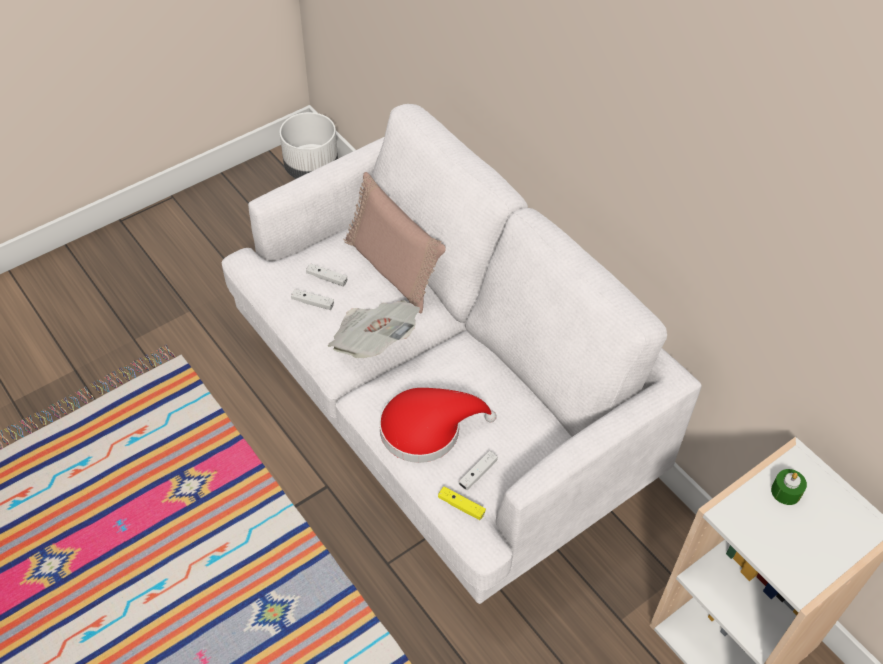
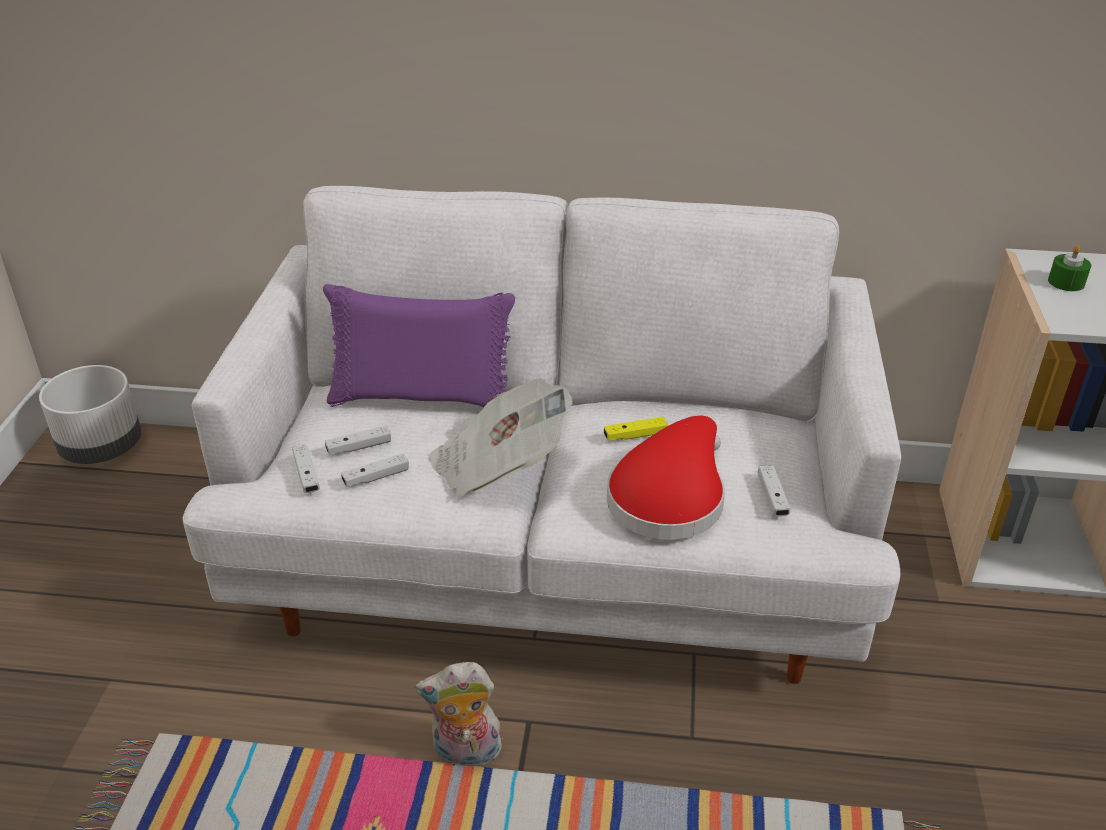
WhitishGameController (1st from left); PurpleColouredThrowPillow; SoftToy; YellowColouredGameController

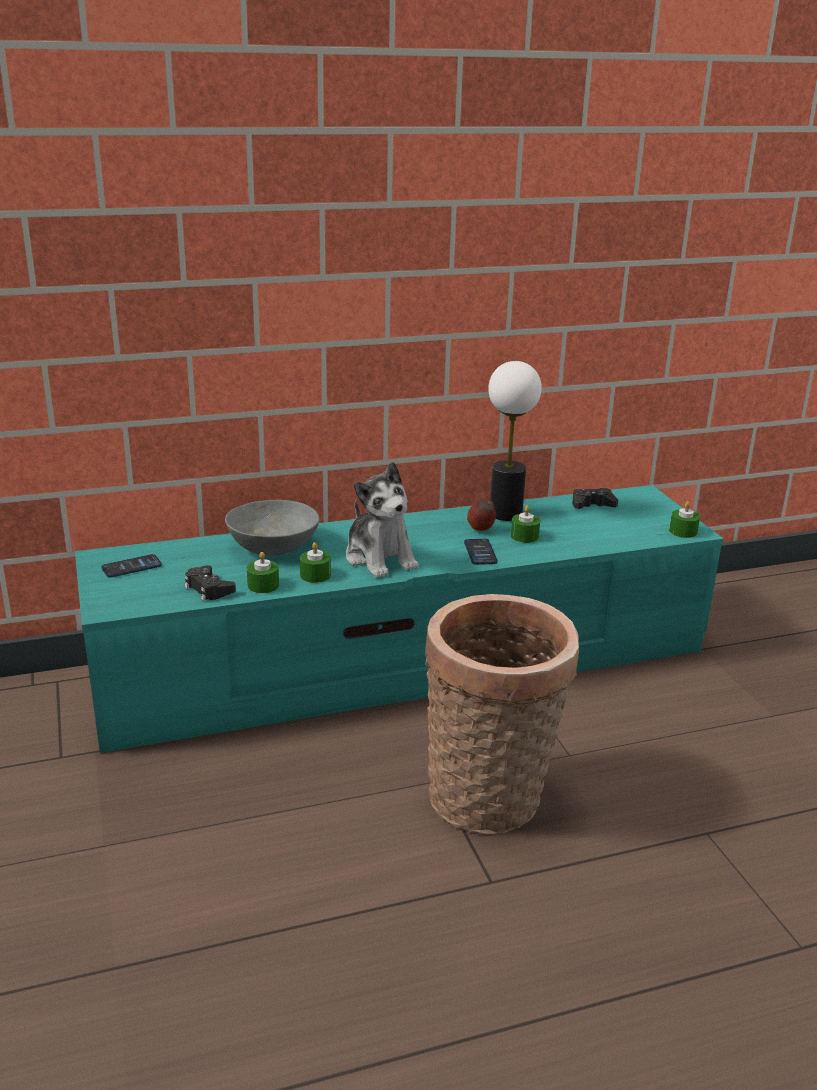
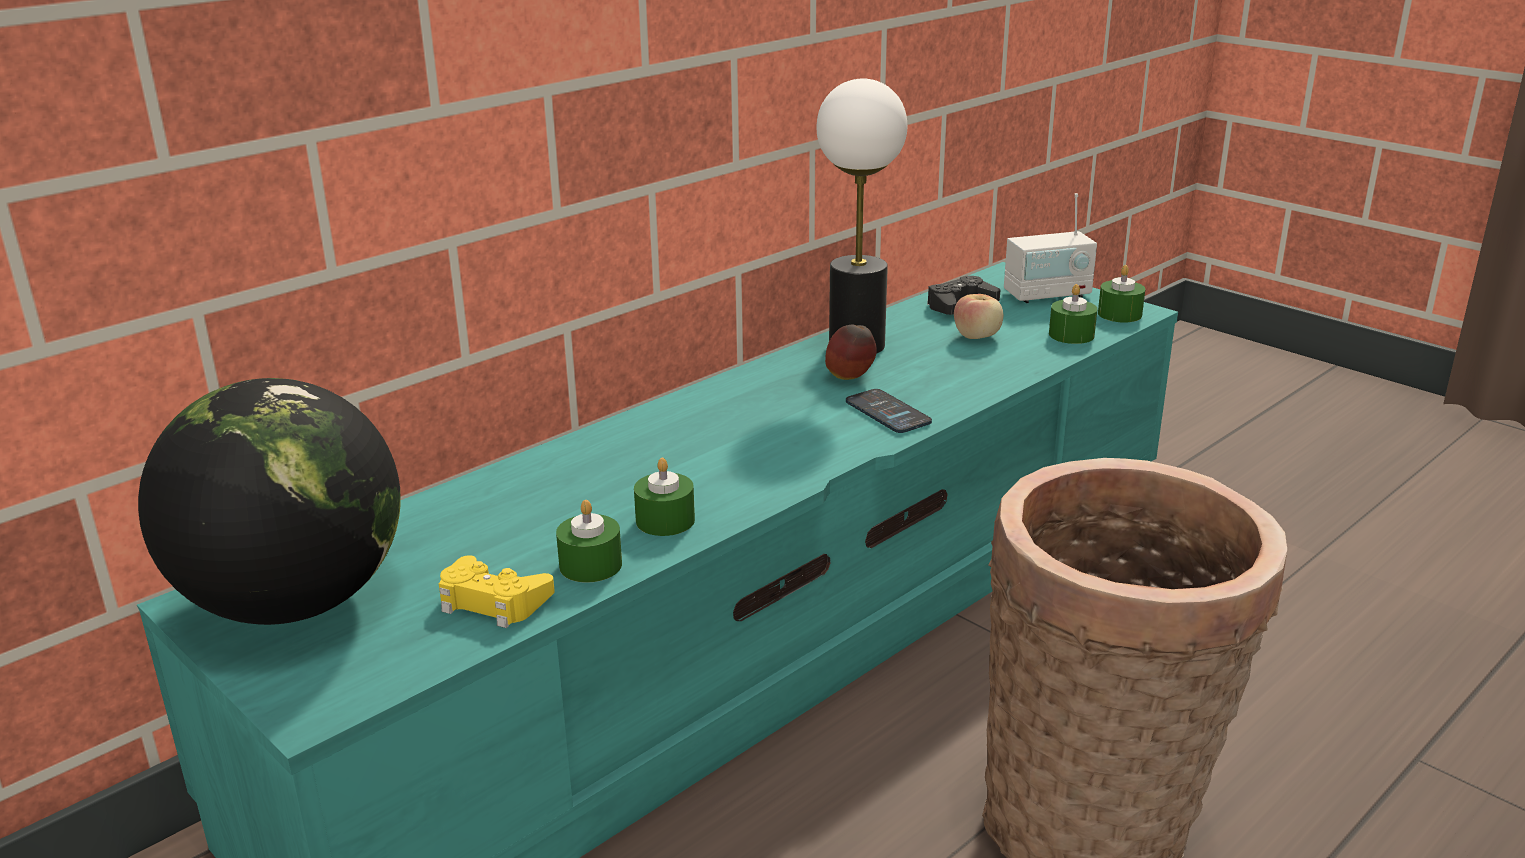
Globe; YellowColouredGameController; AppleFruit (2nd from left); Radio; GreenishWaxLight (3rd from left); GreyBowl; SoftToy

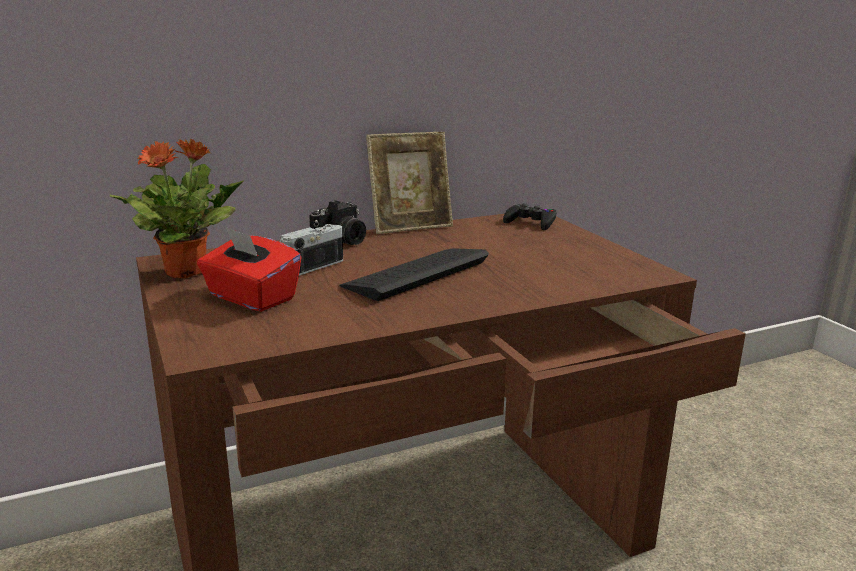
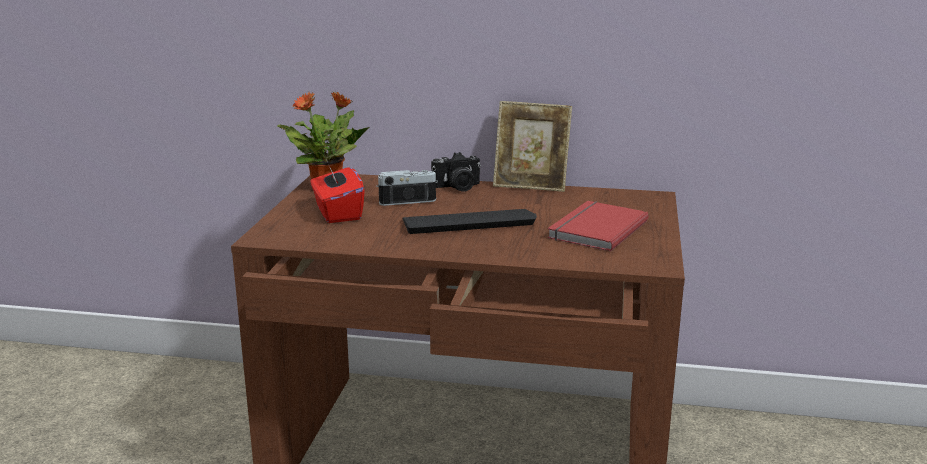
RedVolume; BlackGameController

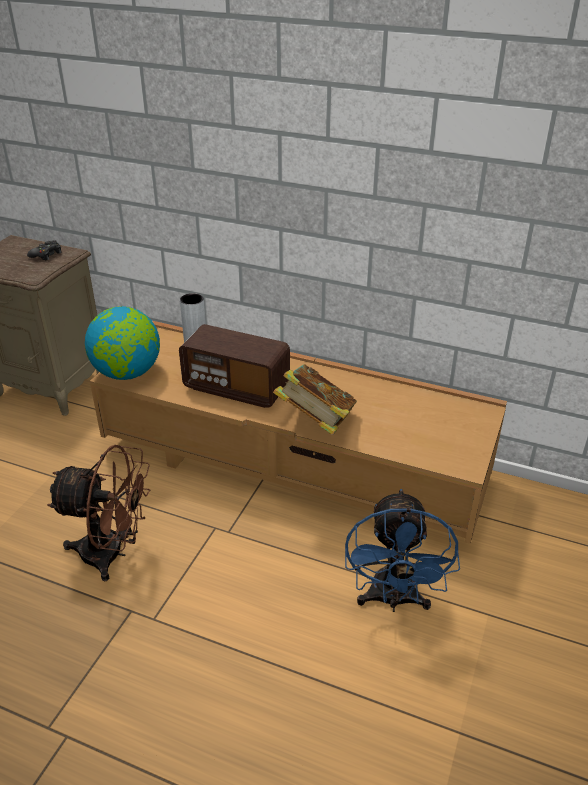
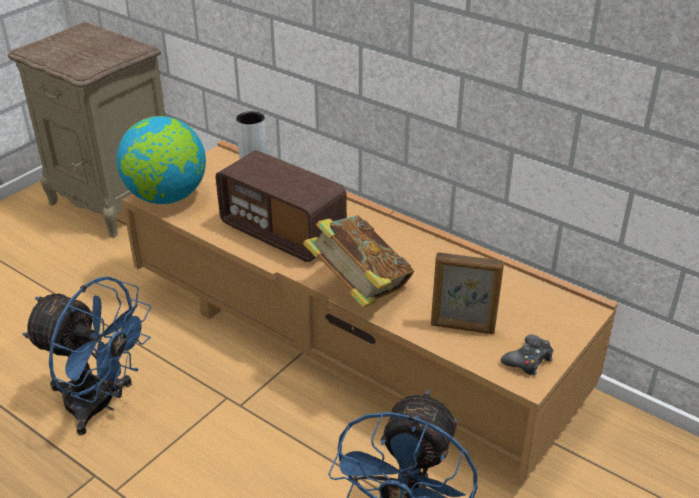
BlueElectricFan (1st from left); PictureFrame; BlackGameController

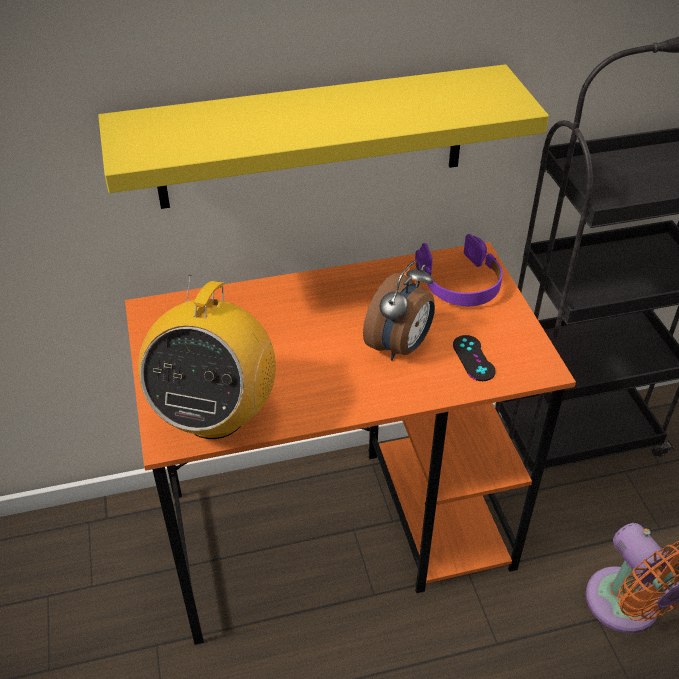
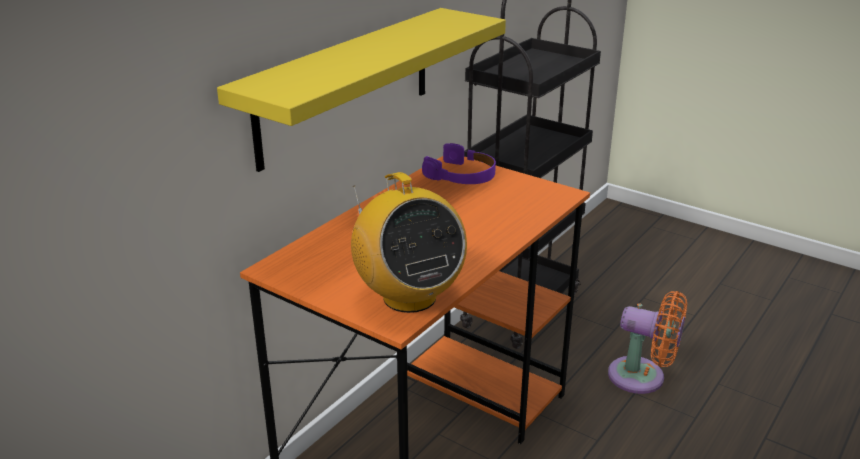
BedsideClock; BlackGameController

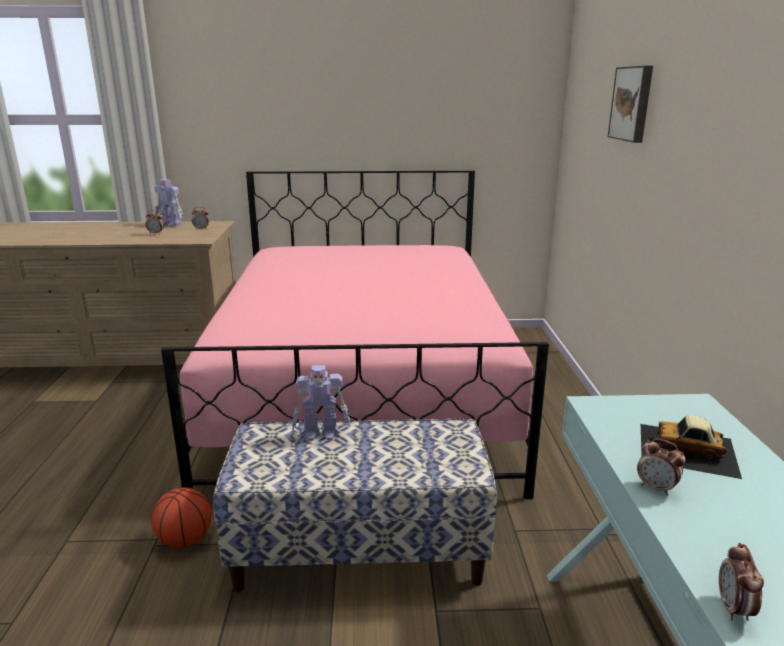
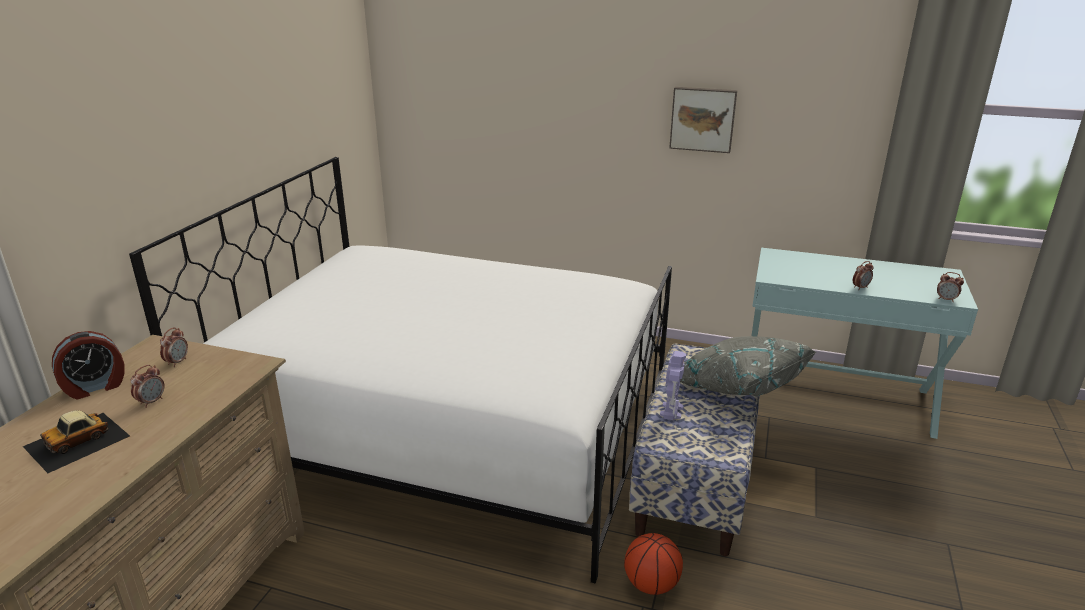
MiniatureCar; BedsideClock (1st from left); WhitishBedroomBed; WallArt; GreyThrowPillow

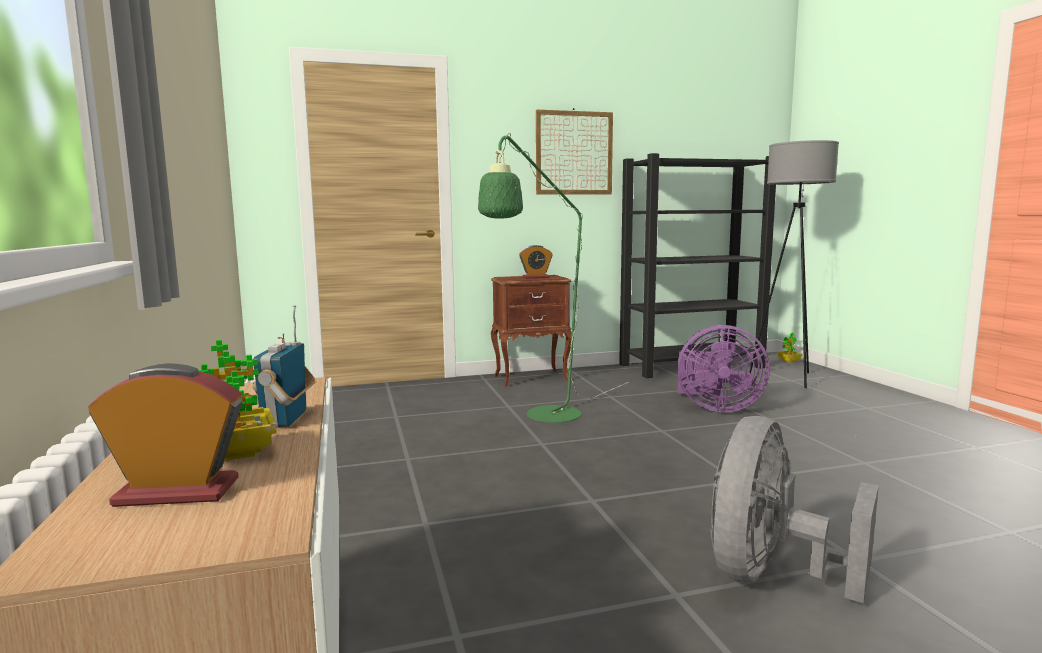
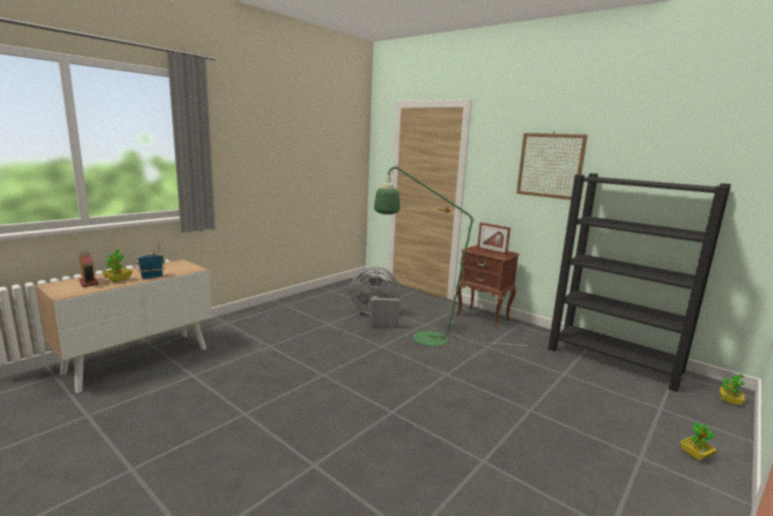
GreyElectricFan; PictureFrame; Houseplant (2nd from left); PurpleColouredElectricFan; GreyFloorLamp

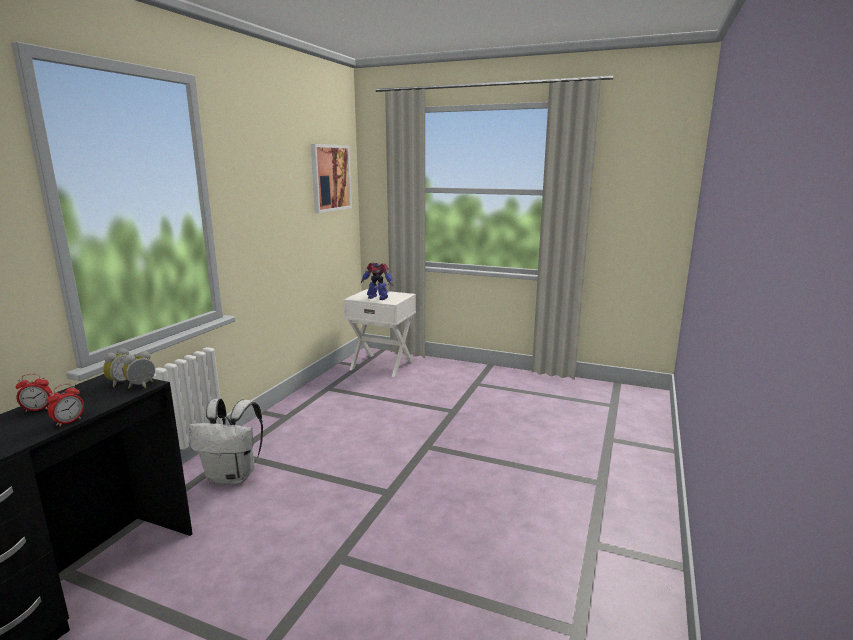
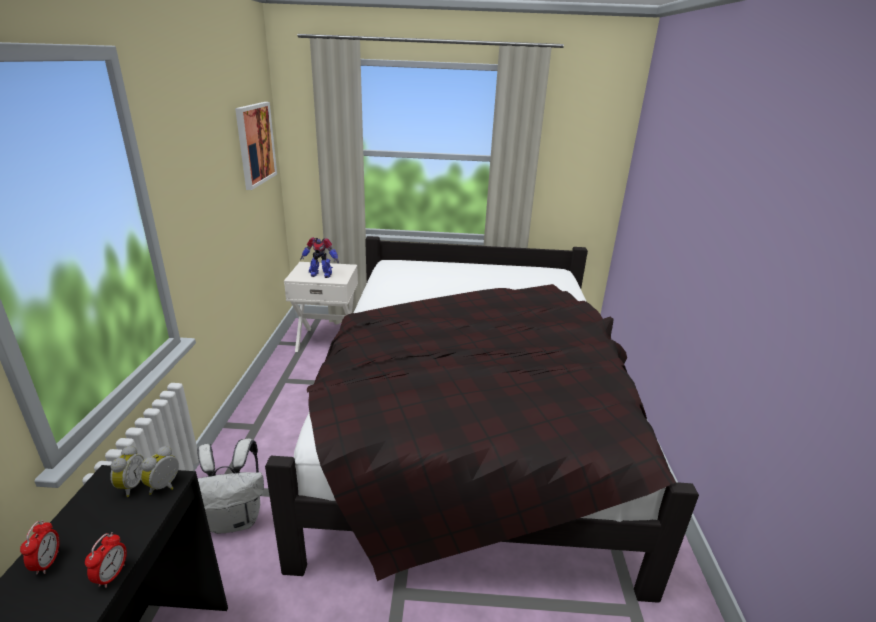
BedsideClock (1st from left); BlackBedroomBed

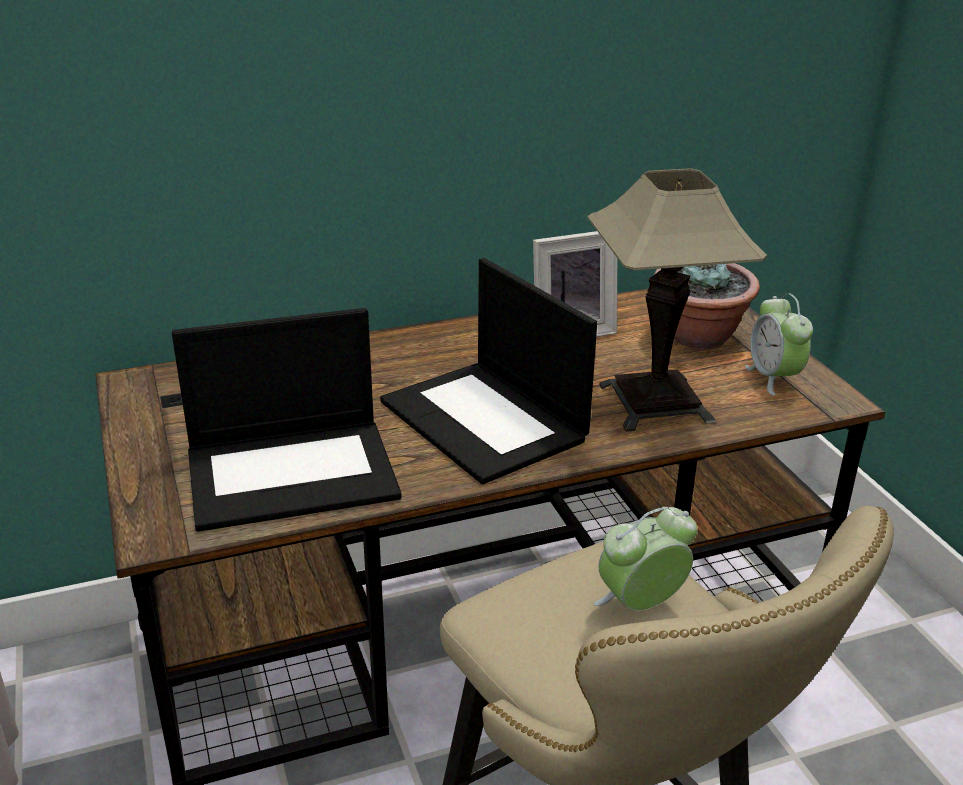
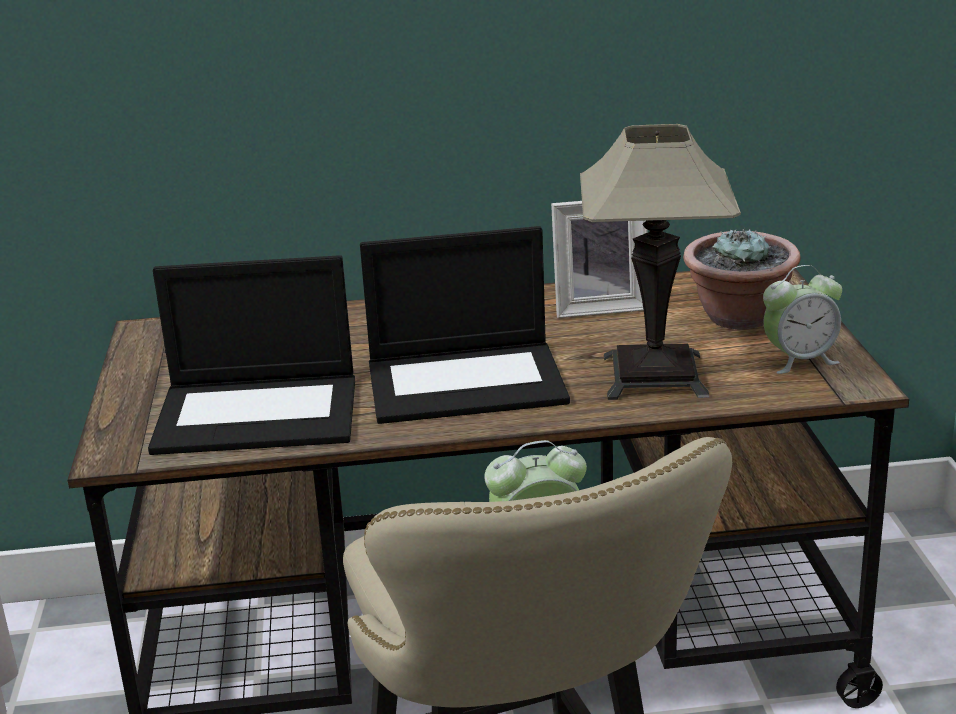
NotebookComputer (2nd from left); BedsideClock (2nd from left)

